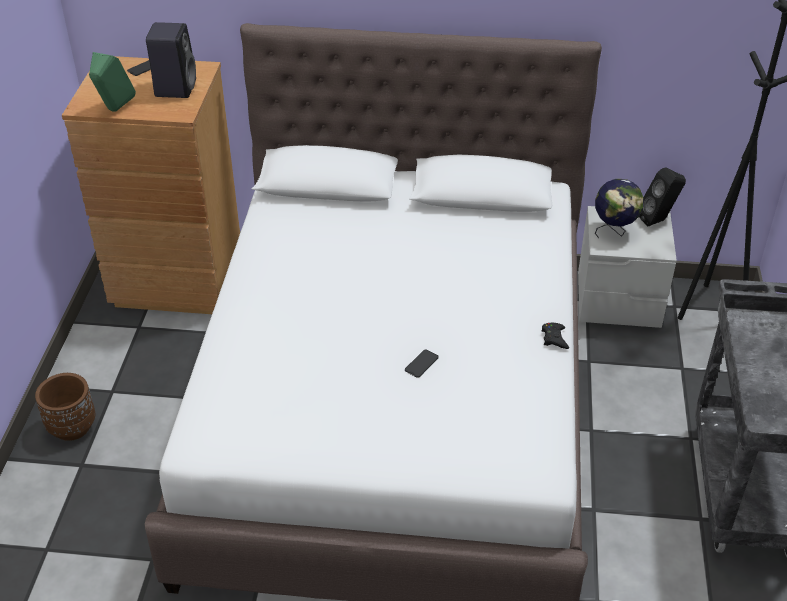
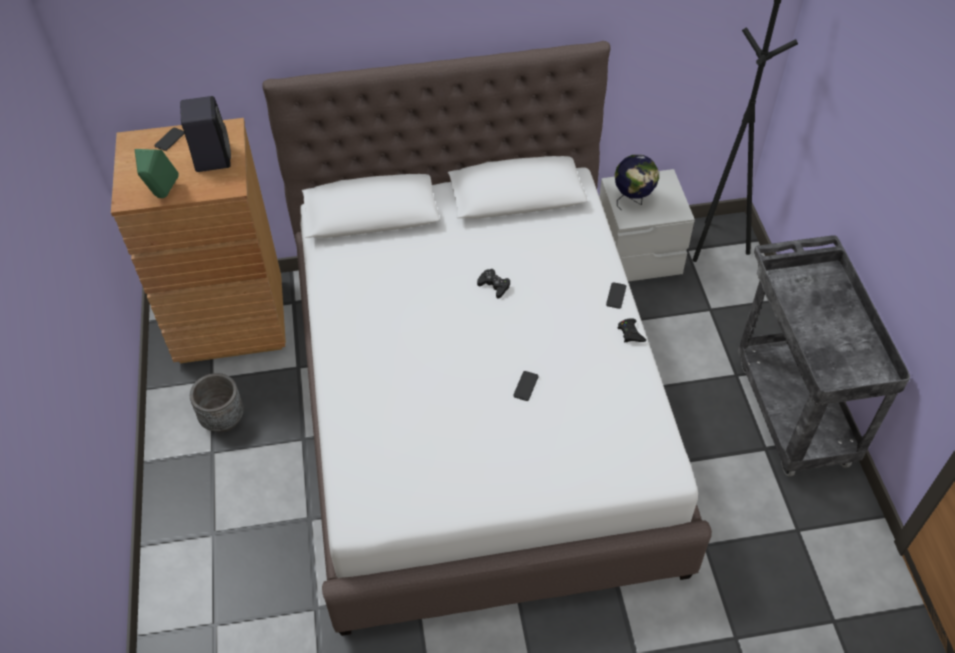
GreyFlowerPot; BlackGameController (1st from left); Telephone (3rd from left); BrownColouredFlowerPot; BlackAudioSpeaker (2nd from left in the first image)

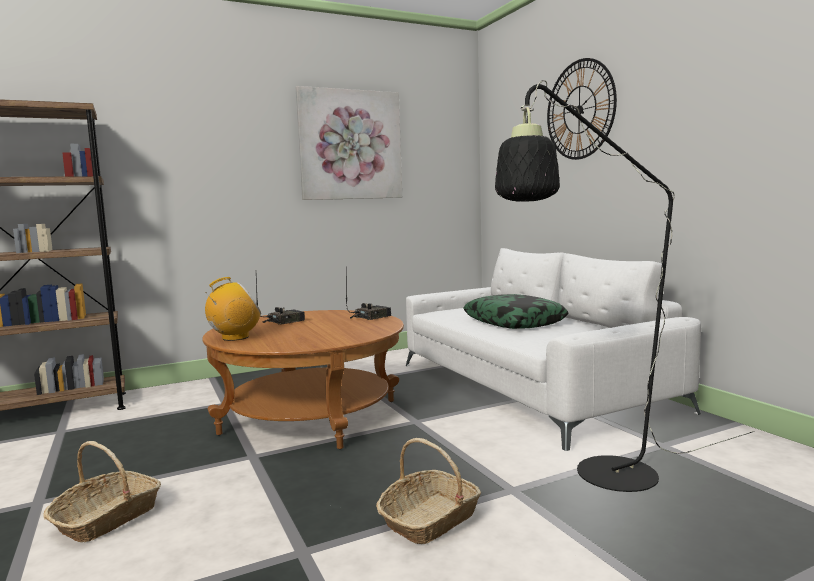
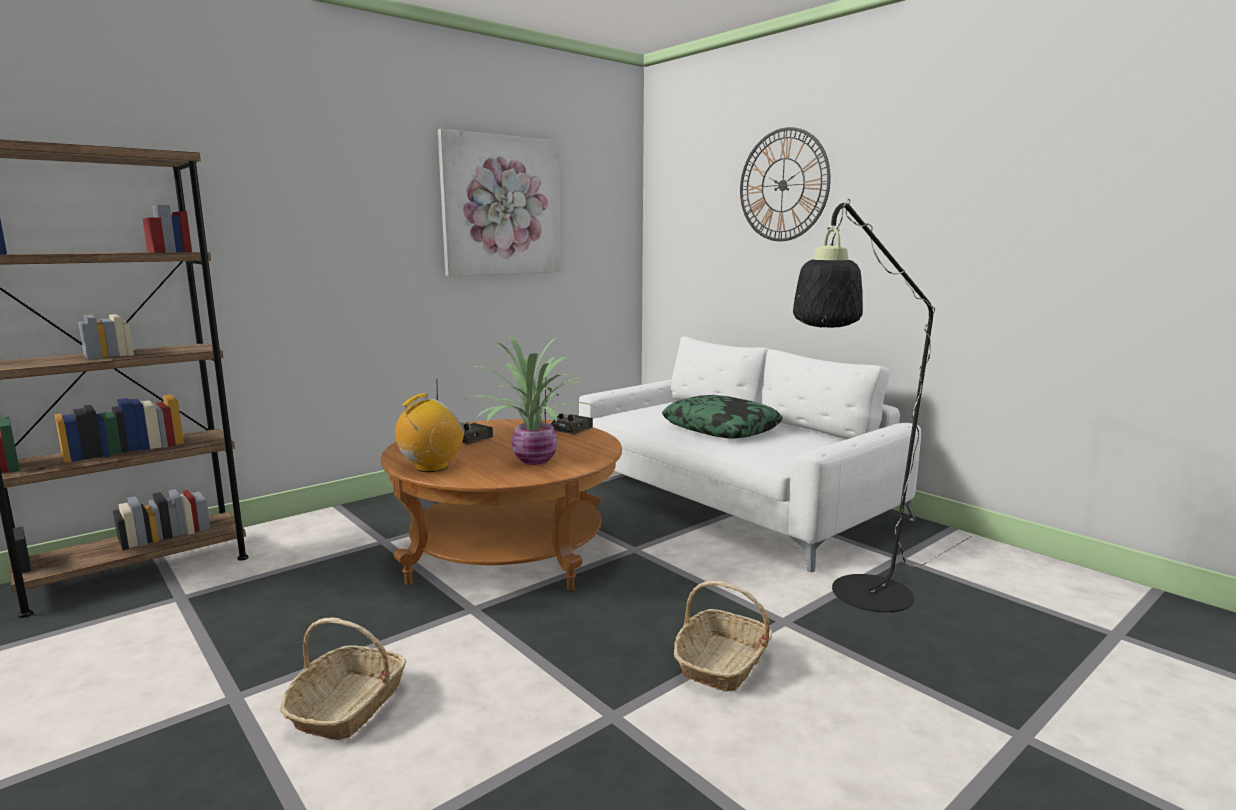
Houseplant

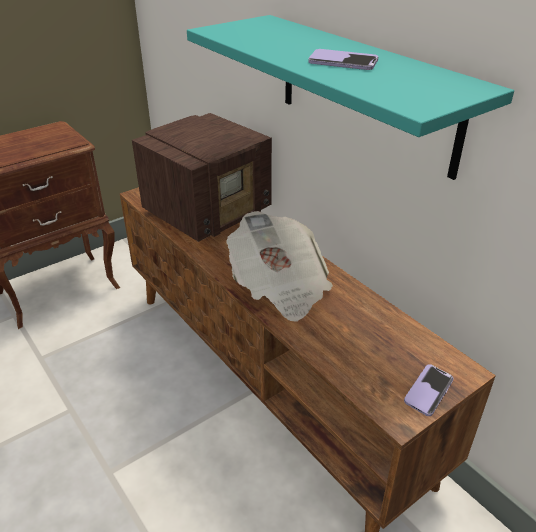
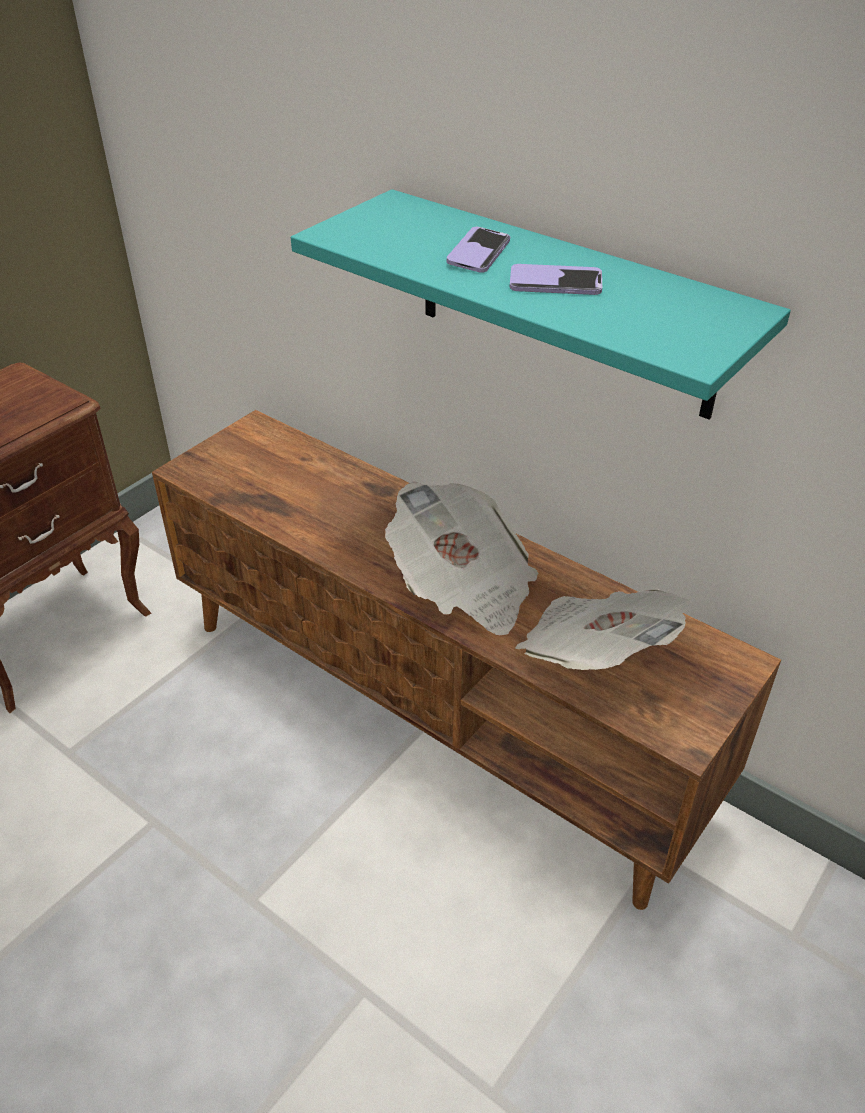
Telephone (1st from left); DailyPaper (2nd from left); Radio

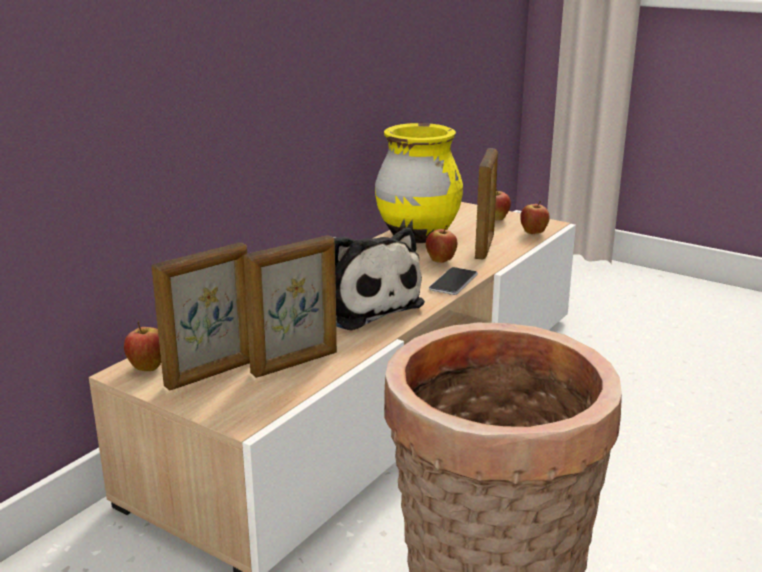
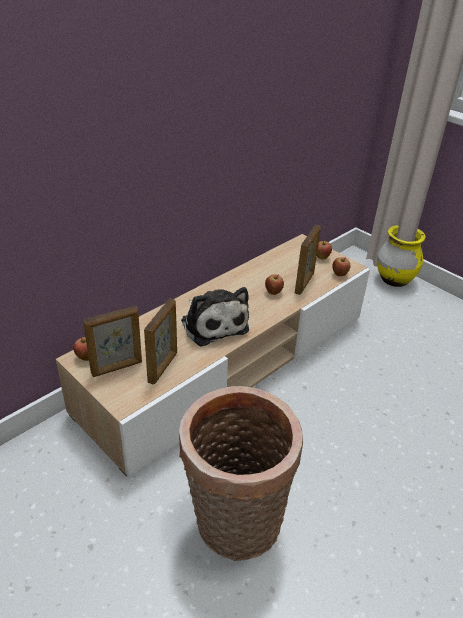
PictureFrame (2nd from left); YellowColouredVase; Telephone

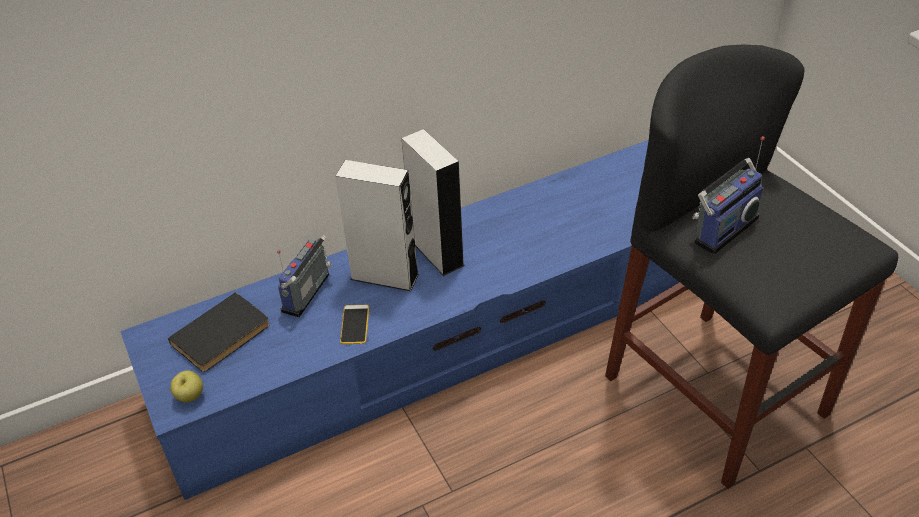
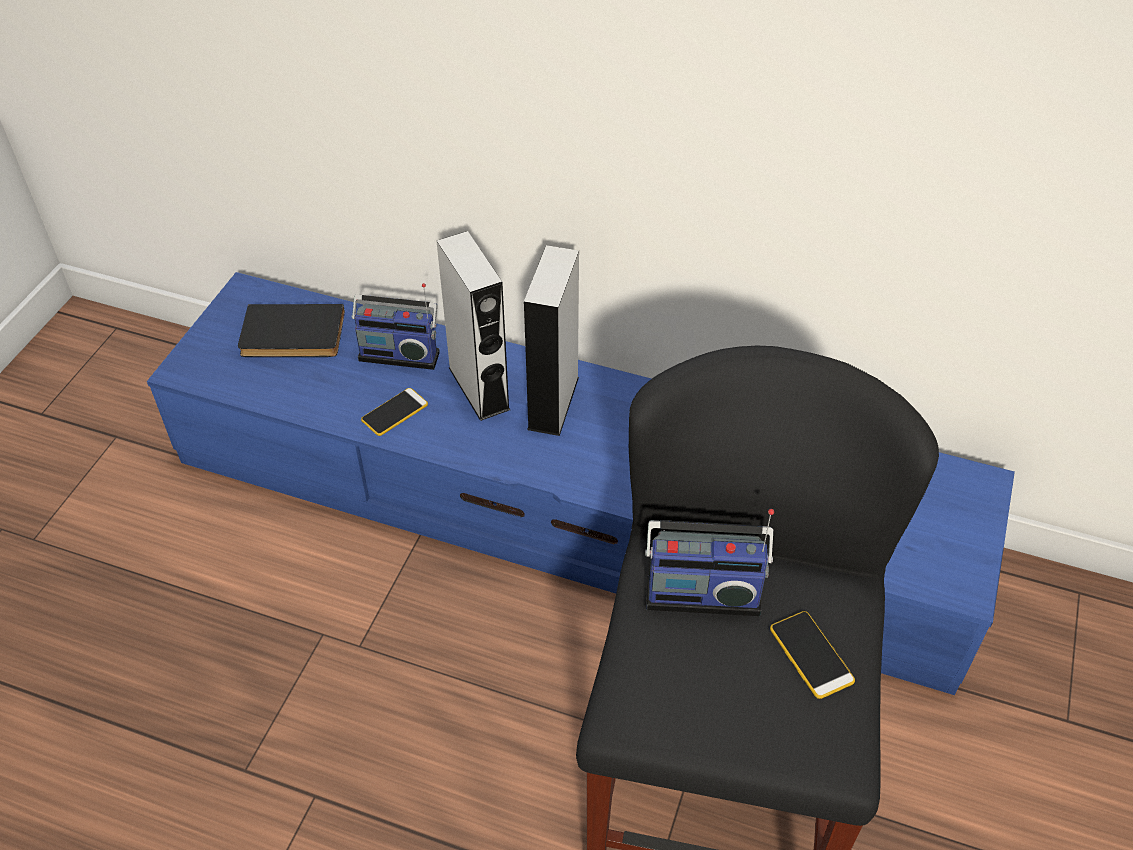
Radio (1st from left); Telephone (2nd from left); AppleFruit

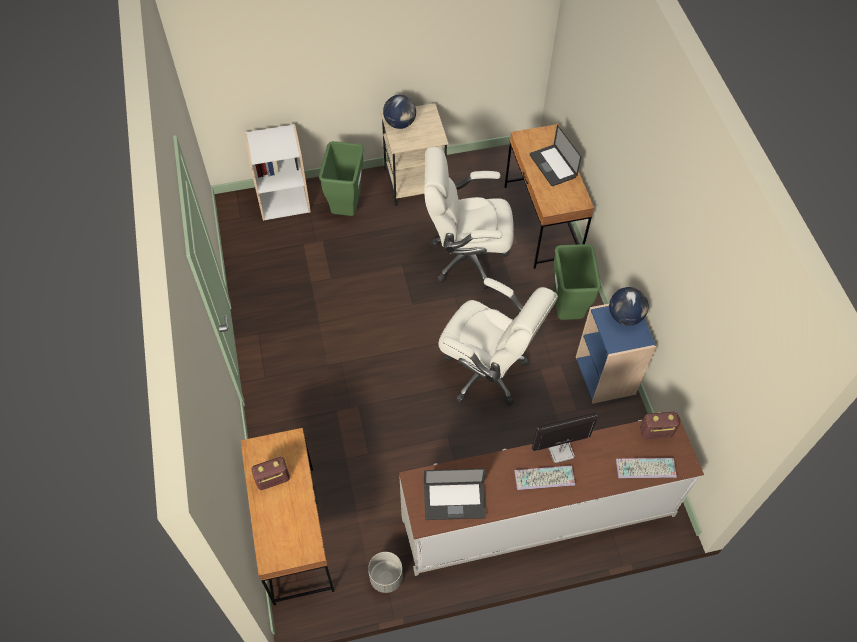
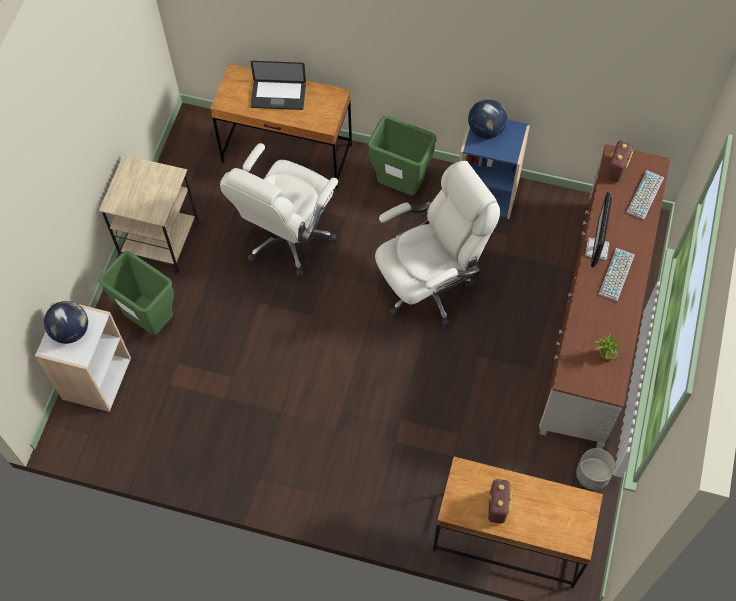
Globe (1st from left); Houseplant

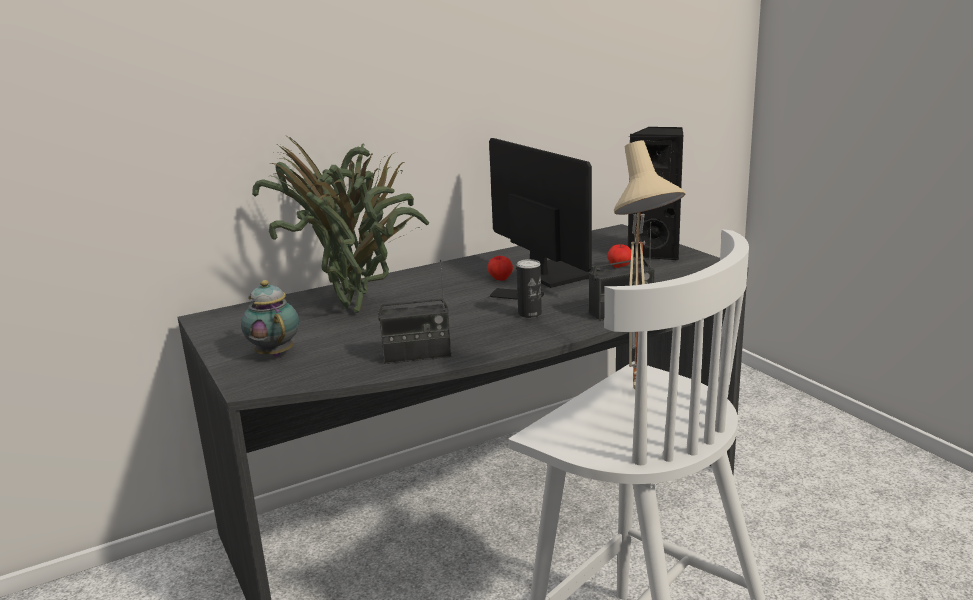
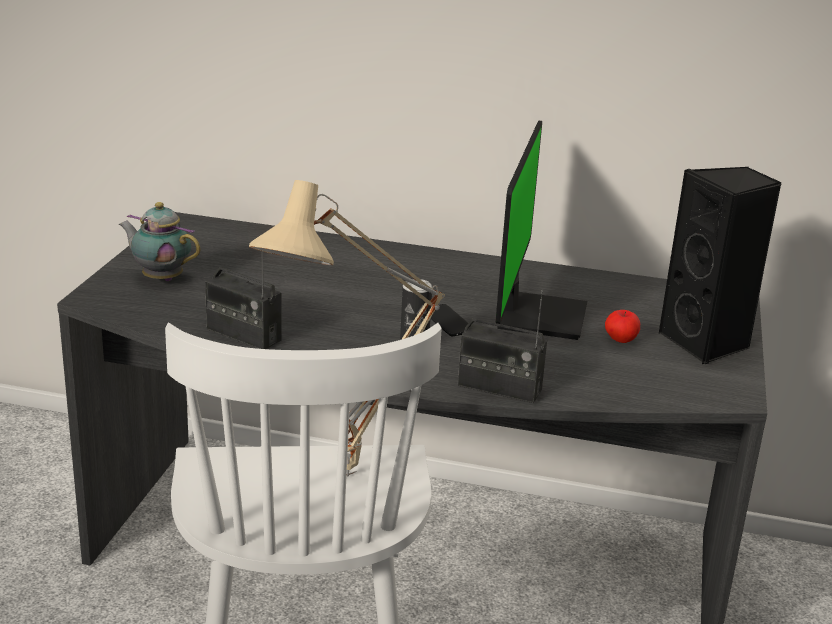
PotForTea; Houseplant; AppleFruit (1st from left in the first image)

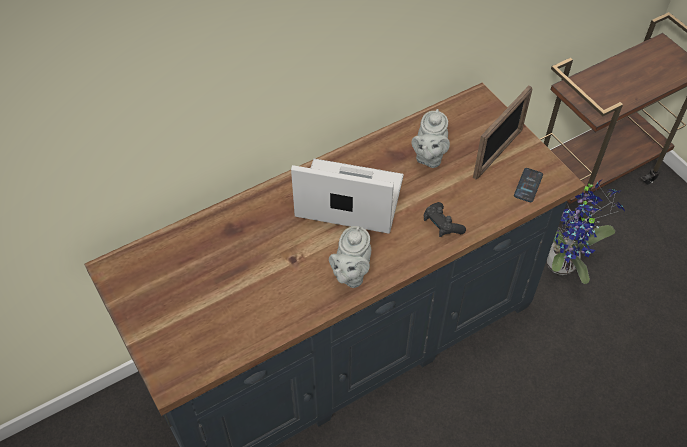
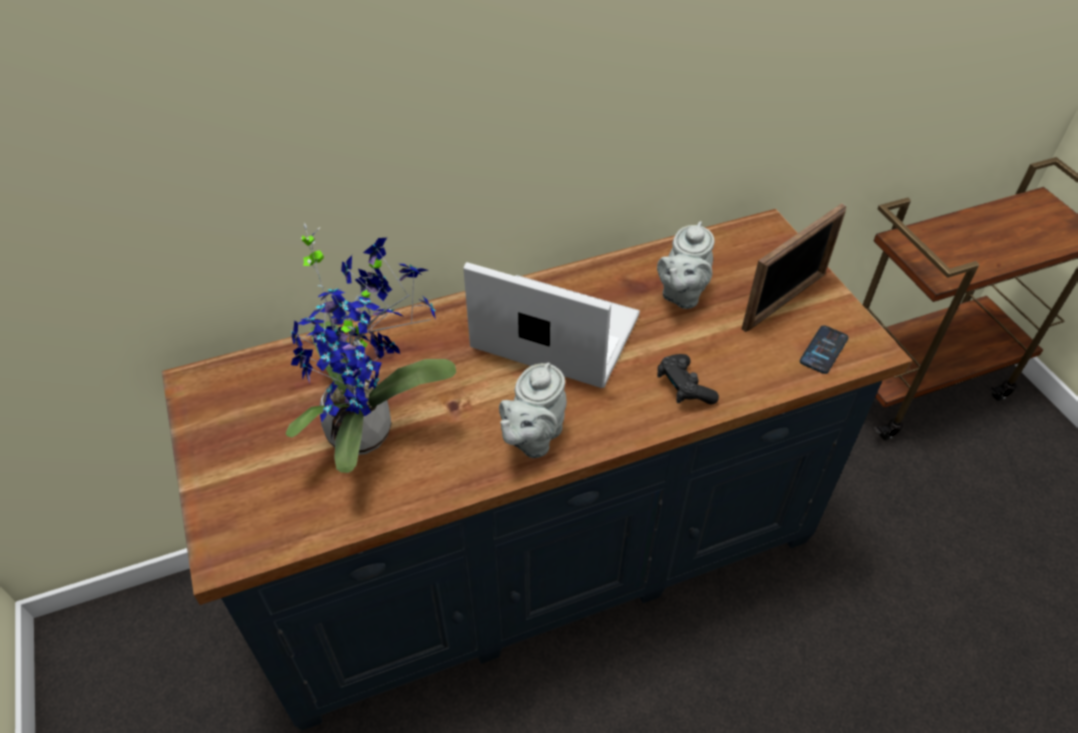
Houseplant

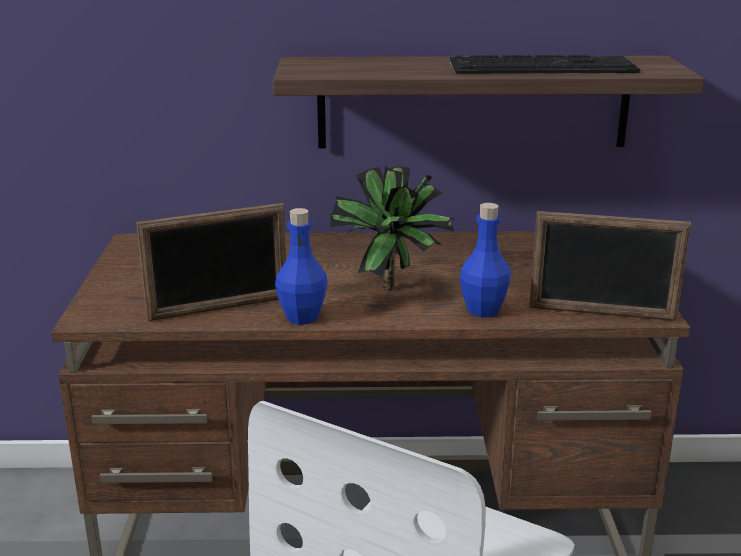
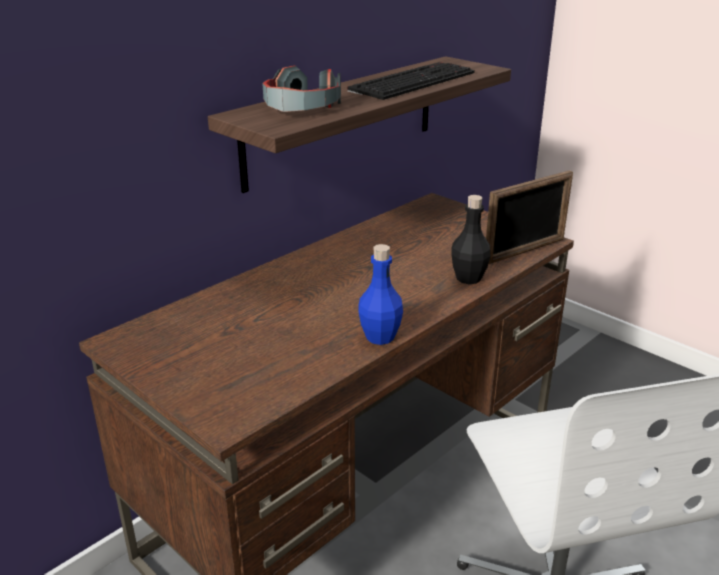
Headset; BlackBeverageBottle; PictureFrame (1st from left in the first image); Houseplant

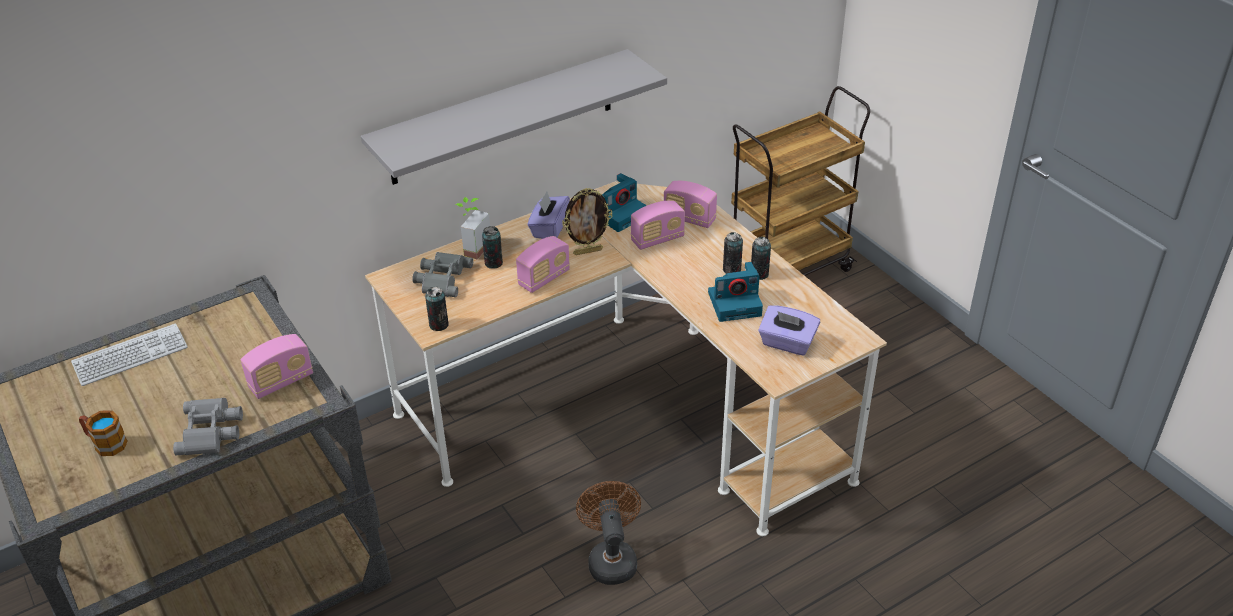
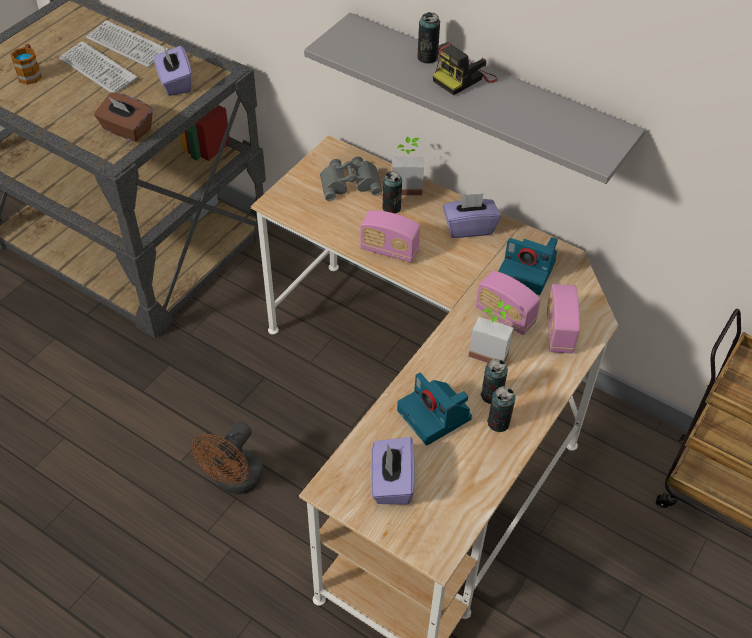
Keyboard (1st from left); BrownColouredTissueHolder; PurpleColouredTissueHolder (1st from left); BrownColouredElectricFan; SealedCan (2nd from left); PhotoCamera (2nd from left); Houseplant (2nd from left); GreyBinoculars (1st from left in the first image); PictureFrame

